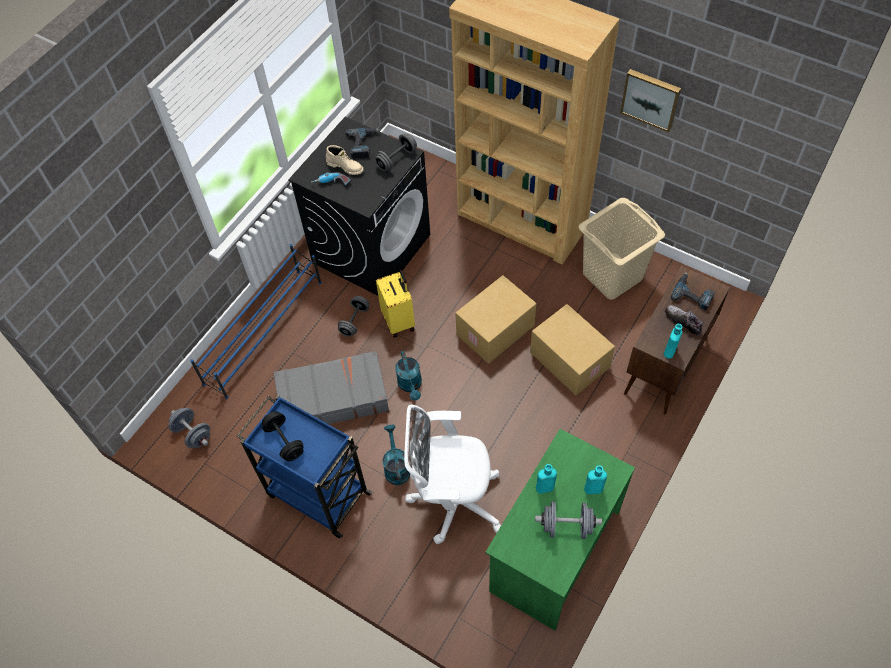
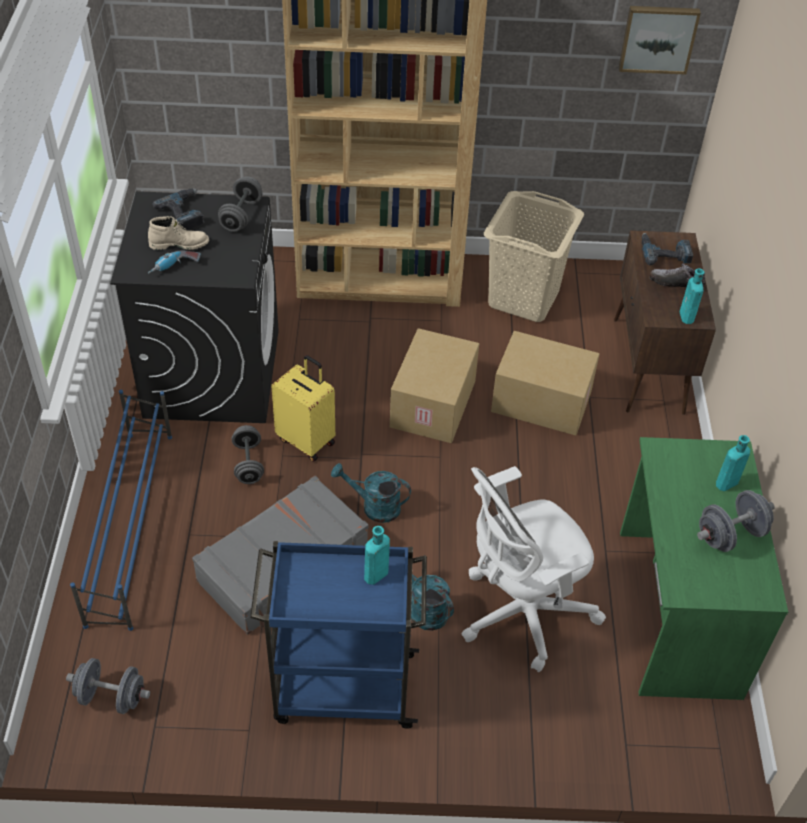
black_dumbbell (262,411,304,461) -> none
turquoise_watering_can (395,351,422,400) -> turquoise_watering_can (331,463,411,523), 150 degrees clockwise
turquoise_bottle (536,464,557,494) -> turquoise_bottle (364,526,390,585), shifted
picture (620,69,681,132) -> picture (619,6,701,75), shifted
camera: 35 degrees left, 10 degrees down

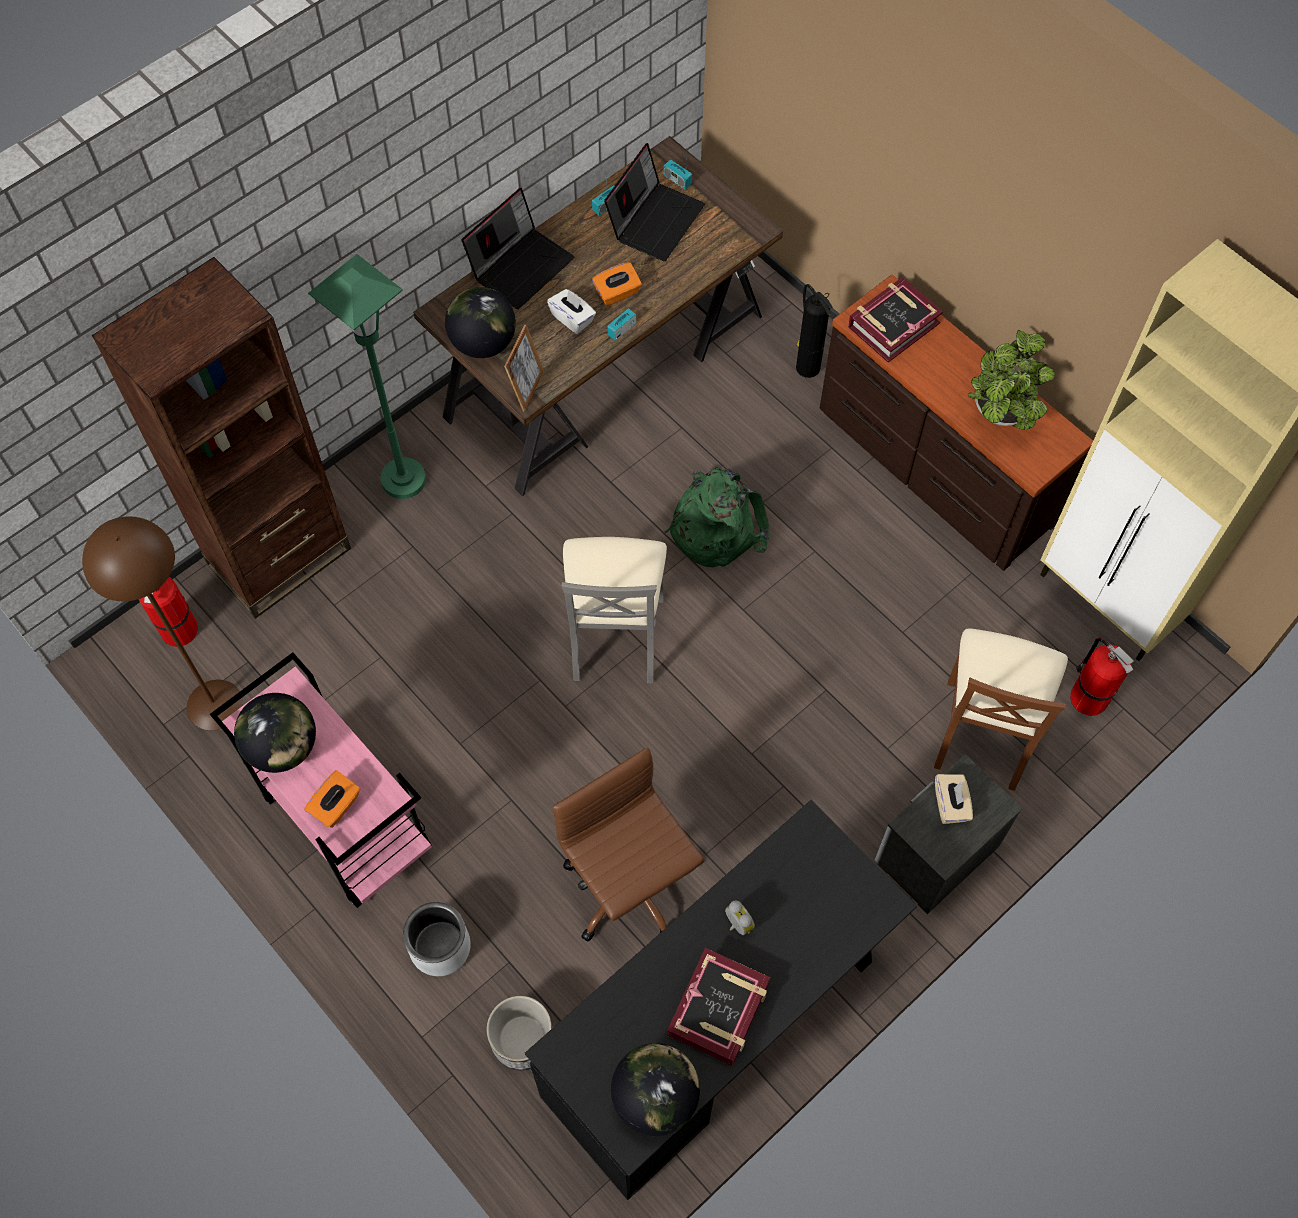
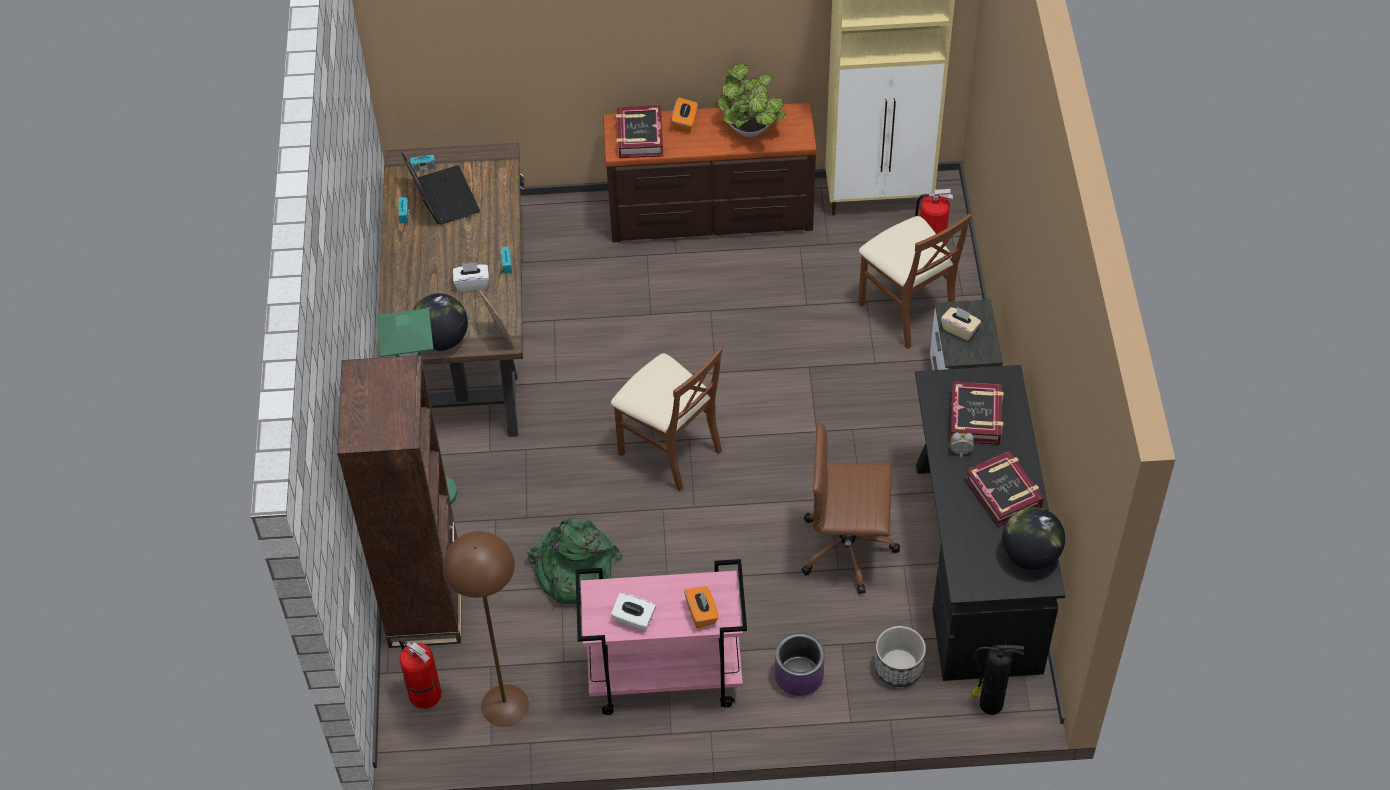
globe (234,693,316,773) -> white_tissue_box (611,593,656,631)
grey_planter (403,902,471,976) -> purple_planter (775,633,824,696)
laptop (461,188,574,309) -> none
grey_chair (562,537,667,683) -> brown_chair (611,346,723,492)
orange_tissue_box (592,262,642,306) -> orange_tissue_box (672,97,698,132), shifted
green_backpack (664,467,769,567) -> green_backpack (527,518,622,604), shifted
fire_extinguisher (796,284,832,378) -> fire_extinguisher (971,641,1024,715), shifted
none -> book (950,381,1004,445)
camera: 50 degrees left, 10 degrees down

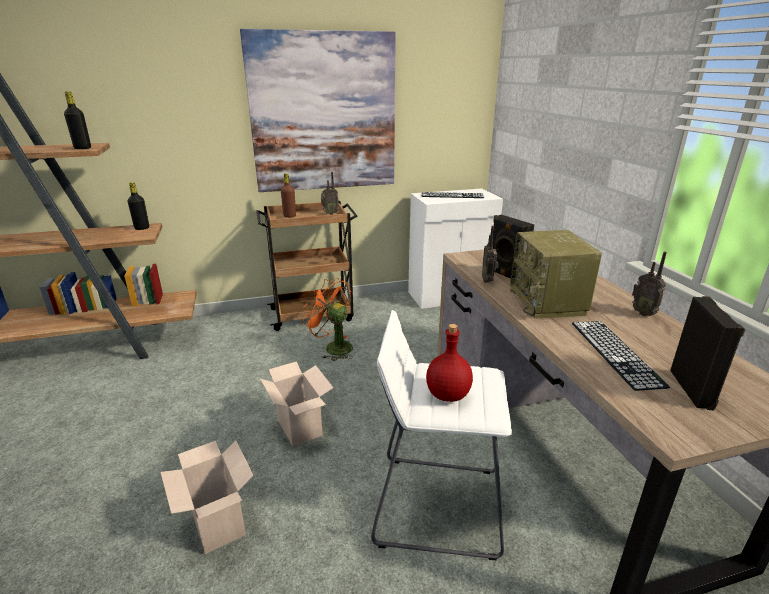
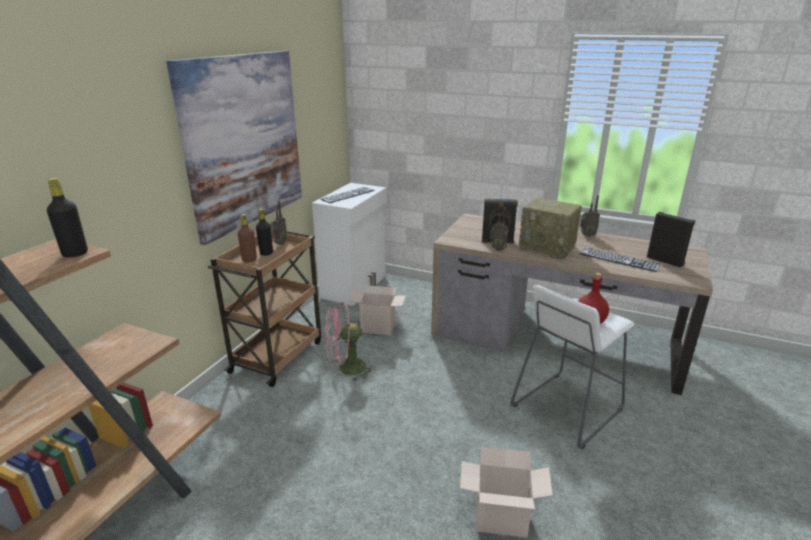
black_bottle (128,182,149,230) -> black_bottle (256,209,273,256), shifted
cardboard_box (260,361,333,446) -> cardboard_box (349,285,406,335), shifted
orange_fan (302,278,353,361) -> pink_fan (325,302,375,381)
camera: 50 degrees left, 0 degrees up

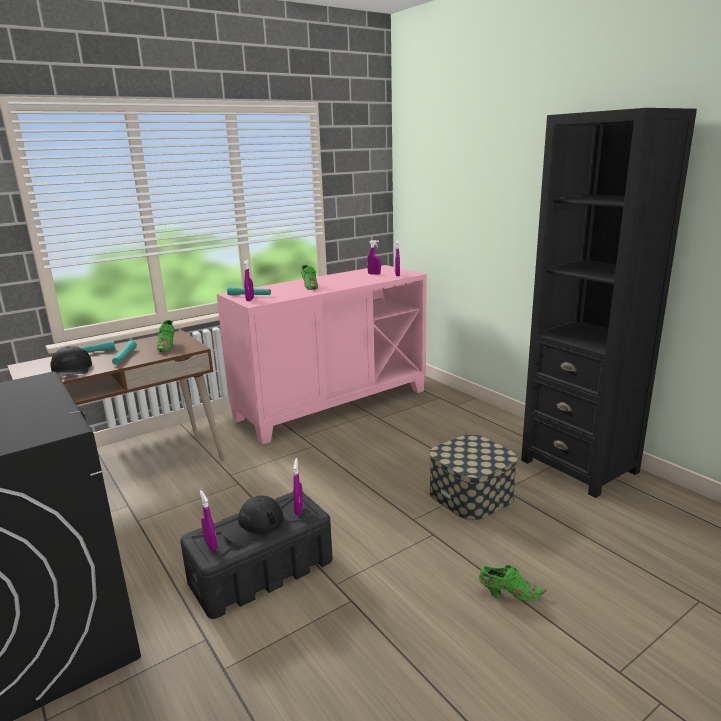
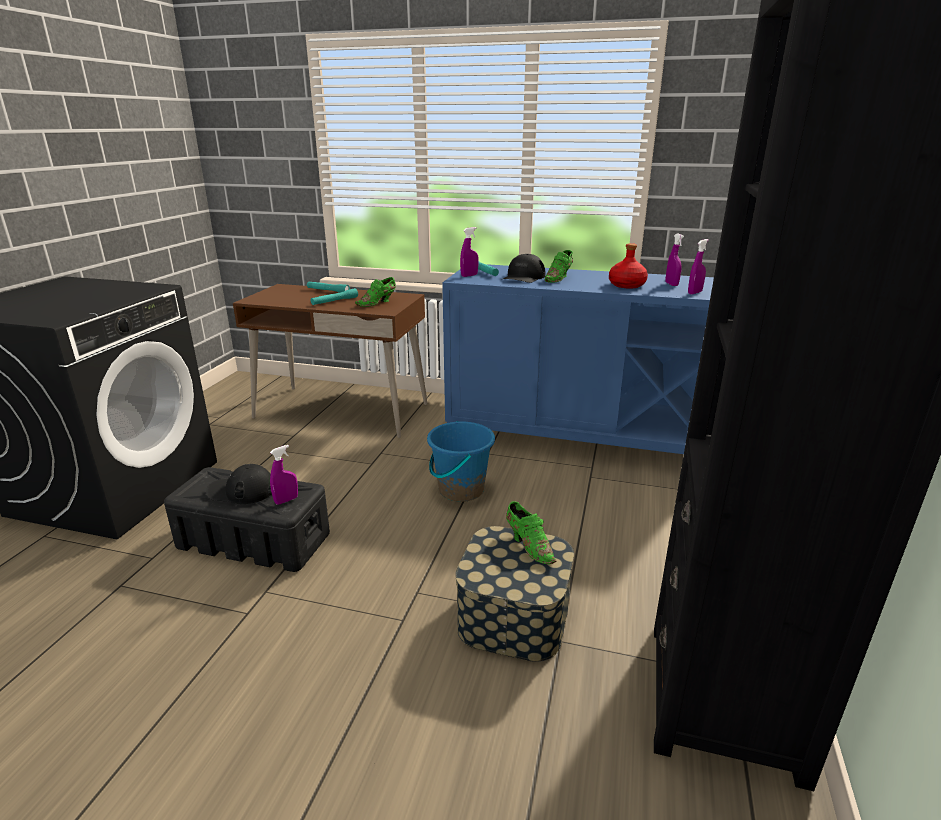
black_cap (50,346,92,377) -> black_cap (503,254,545,283), shifted
purple_spray_bottle (199,490,217,551) -> none
pink_cabinet (216,265,427,445) -> blue_cabinet (442,264,714,454)
green_shoe (479,565,547,601) -> green_shoe (506,501,557,564), shifted
none -> blue_bucket (427,421,495,502)
none -> red_bottle (609,243,648,289)
camera: 50 degrees right, 5 degrees up

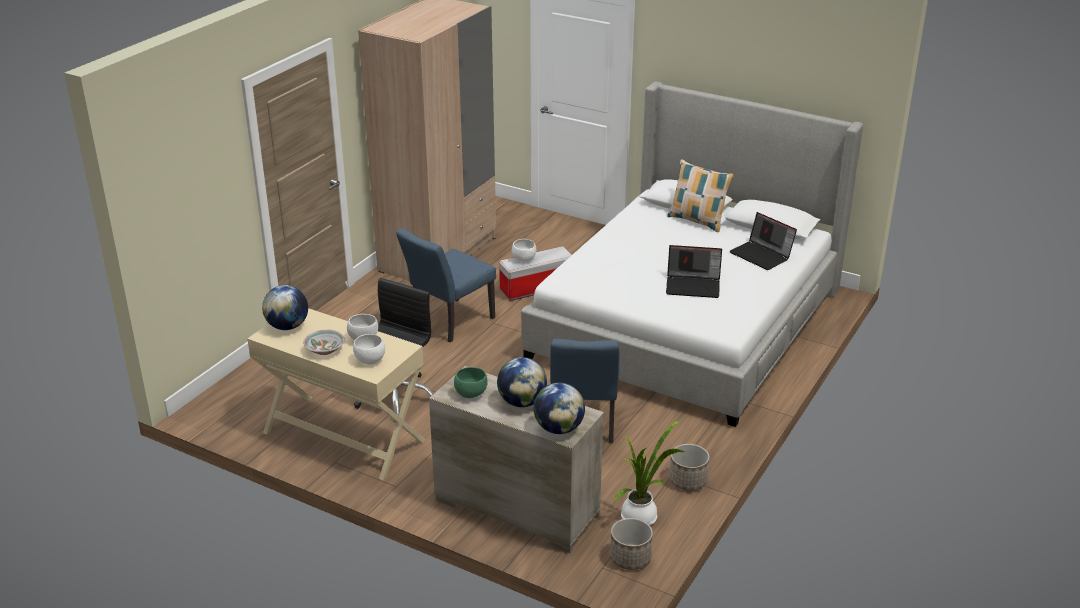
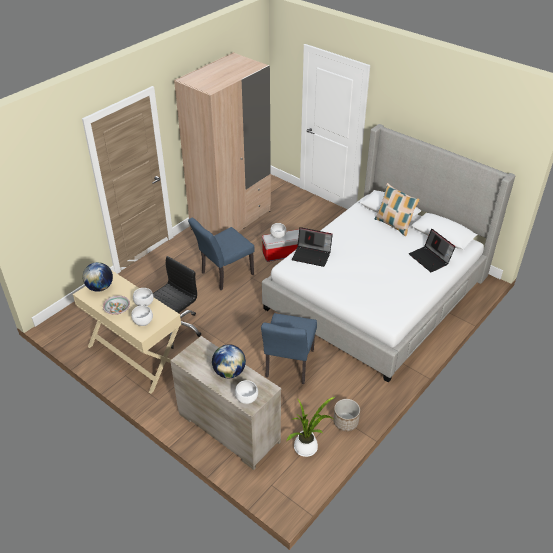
green_bowl (454,367,487,398) -> none
globe (534,383,585,434) -> white_bowl (235,380,258,404)
planter (610,518,653,570) -> none
laptop (666,245,722,298) -> laptop (292,227,333,267), shifted
camera: 10 degrees right, 10 degrees up

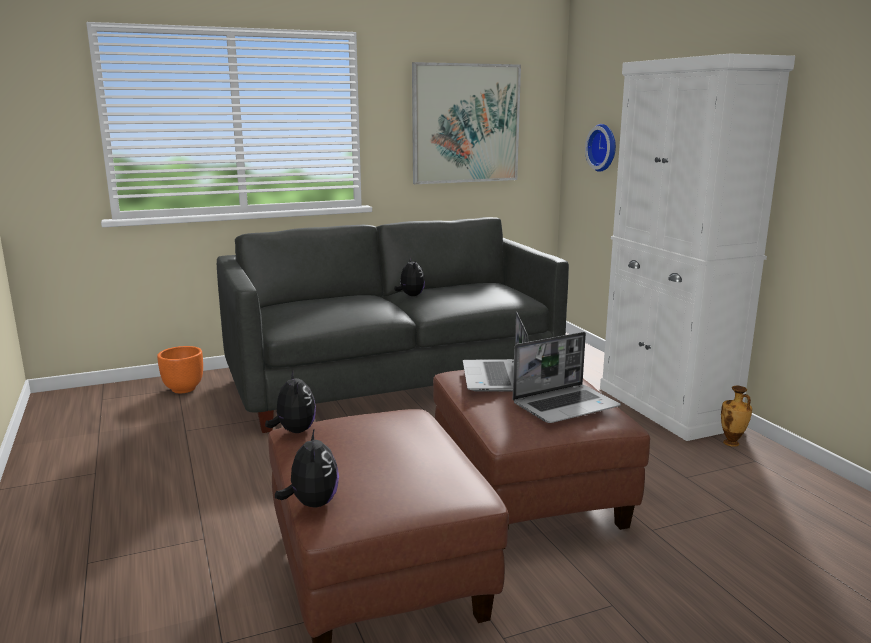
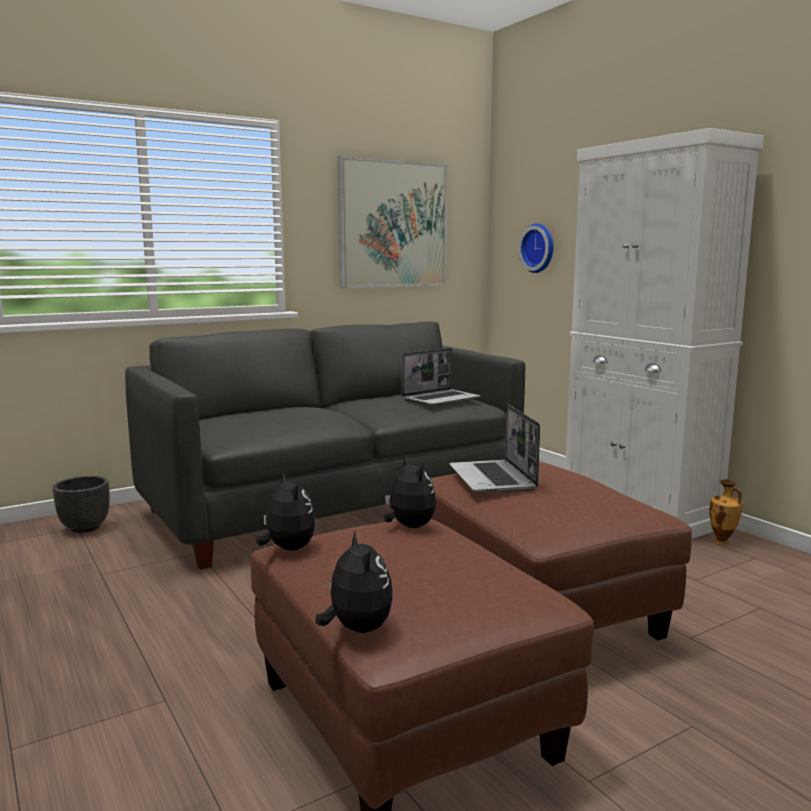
orange_planter (157,346,203,393) -> black_planter (53,476,110,533)
plush_toy (394,257,425,296) -> plush_toy (384,456,436,528), shifted
laptop (513,332,621,423) -> laptop (402,348,480,406), shifted
camera: 10 degrees left, 5 degrees down

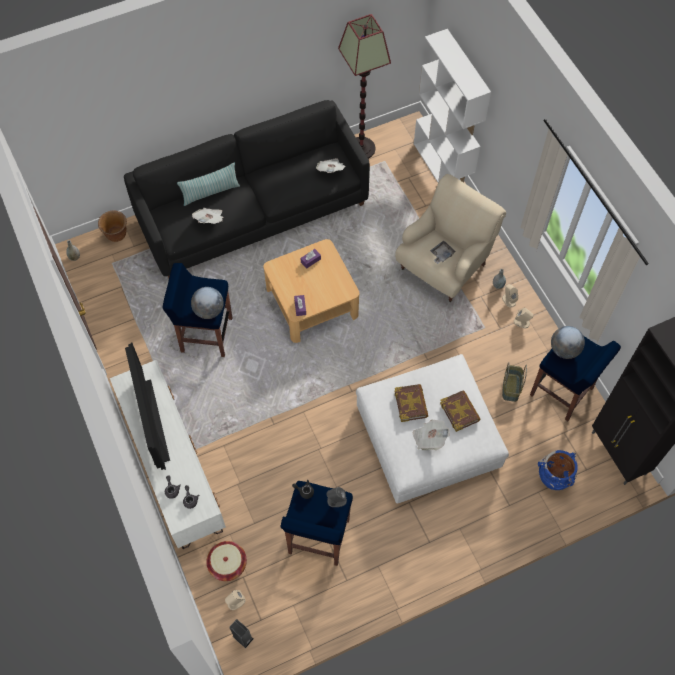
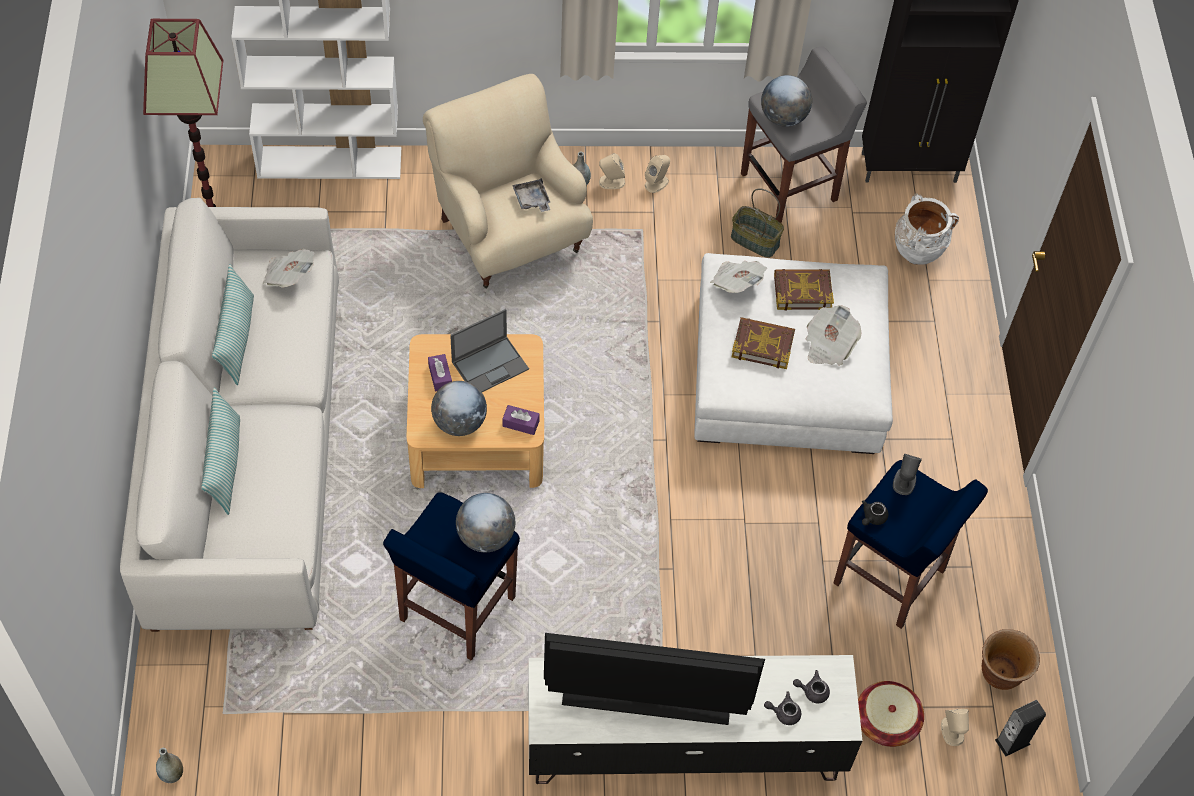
brown_planter (98,211,127,242) -> brown_planter (982,629,1040,690), shifted
black_sofa (124,100,370,278) -> white_sofa (120,198,339,632)
newspaper (192,208,223,224) -> newspaper (710,261,767,293), shifted
blue_stool (530,336,621,421) -> grey_stool (741,47,867,223)
blue_vase (538,450,578,490) -> white_vase (895,193,959,265)
none -> pillow (212,264,254,385)
none -> globe (431,381,487,436)
none -> laptop (450,309,529,392)
camera: 70 degrees left, 5 degrees down

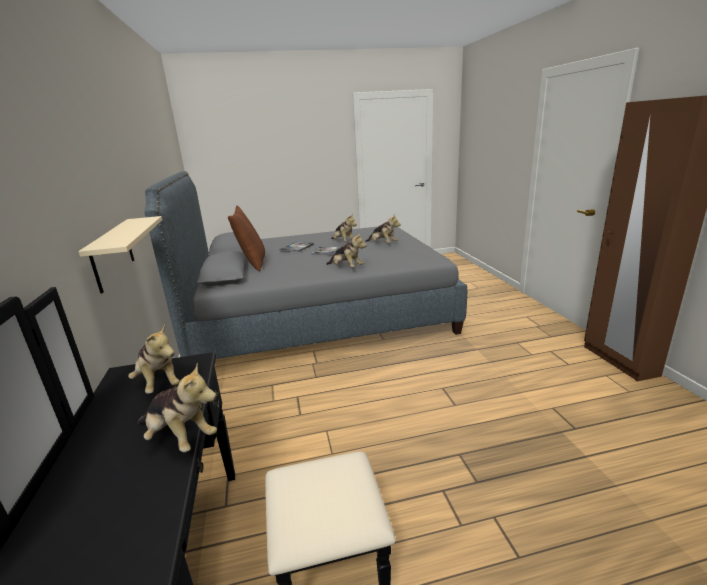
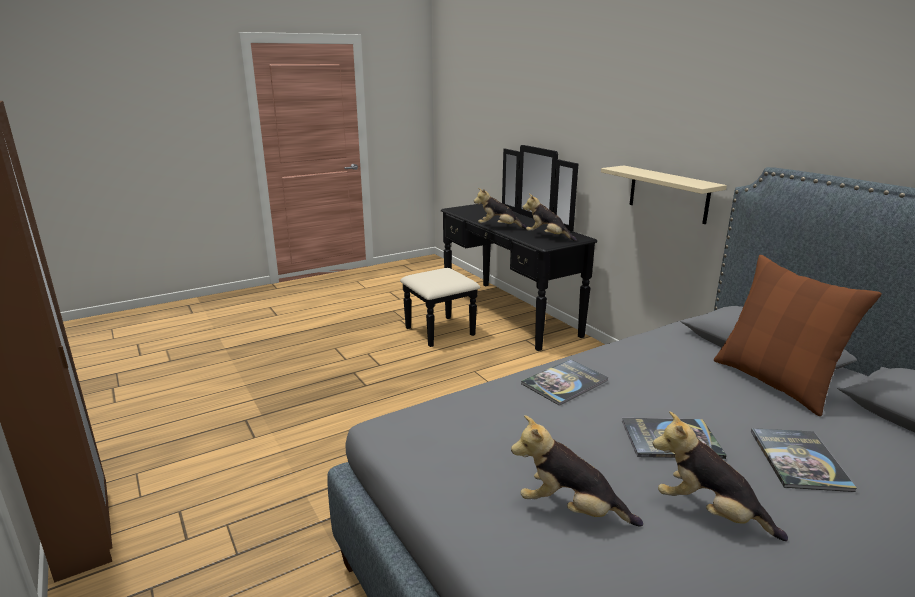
plush_toy (326,234,366,267) -> book (521,359,608,406)
camera: 160 degrees right, 0 degrees up

